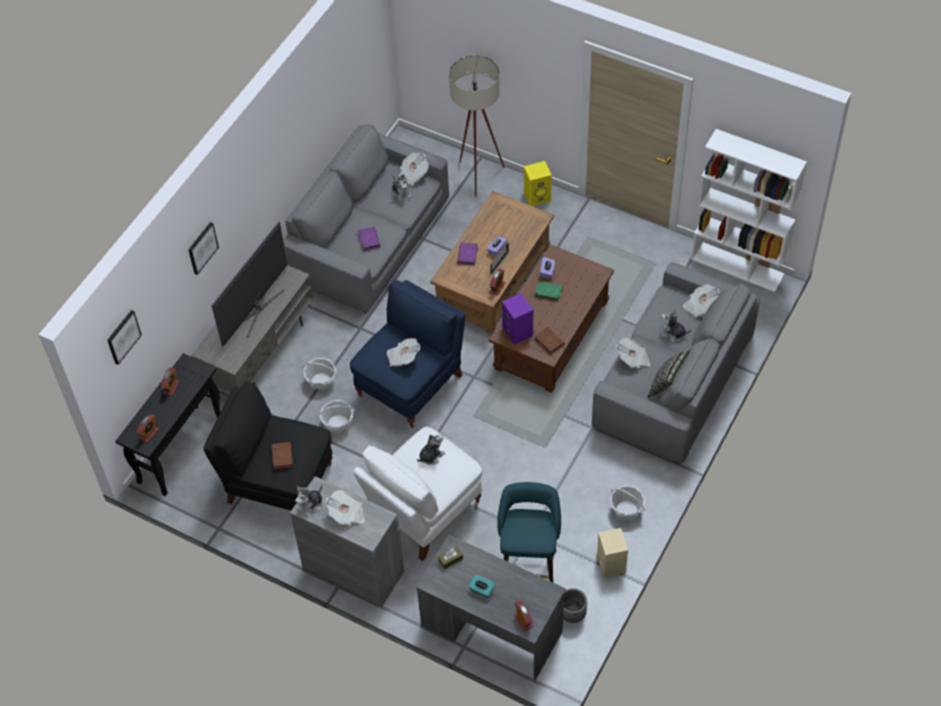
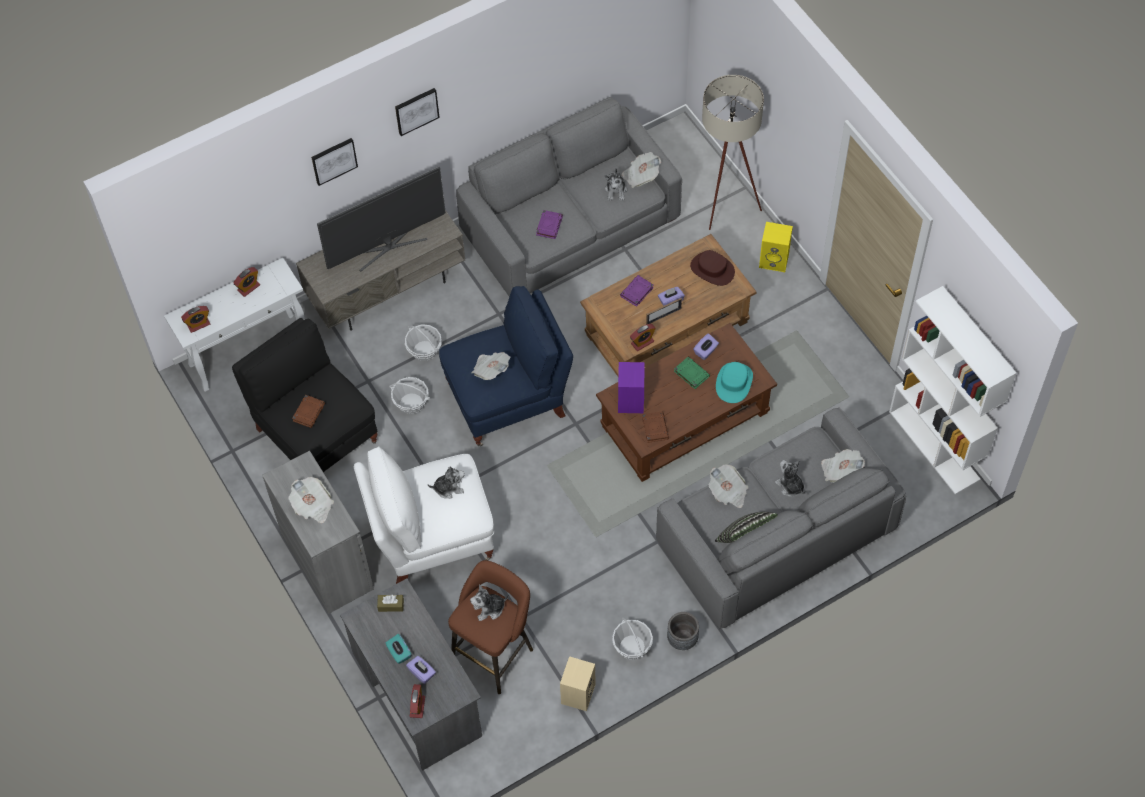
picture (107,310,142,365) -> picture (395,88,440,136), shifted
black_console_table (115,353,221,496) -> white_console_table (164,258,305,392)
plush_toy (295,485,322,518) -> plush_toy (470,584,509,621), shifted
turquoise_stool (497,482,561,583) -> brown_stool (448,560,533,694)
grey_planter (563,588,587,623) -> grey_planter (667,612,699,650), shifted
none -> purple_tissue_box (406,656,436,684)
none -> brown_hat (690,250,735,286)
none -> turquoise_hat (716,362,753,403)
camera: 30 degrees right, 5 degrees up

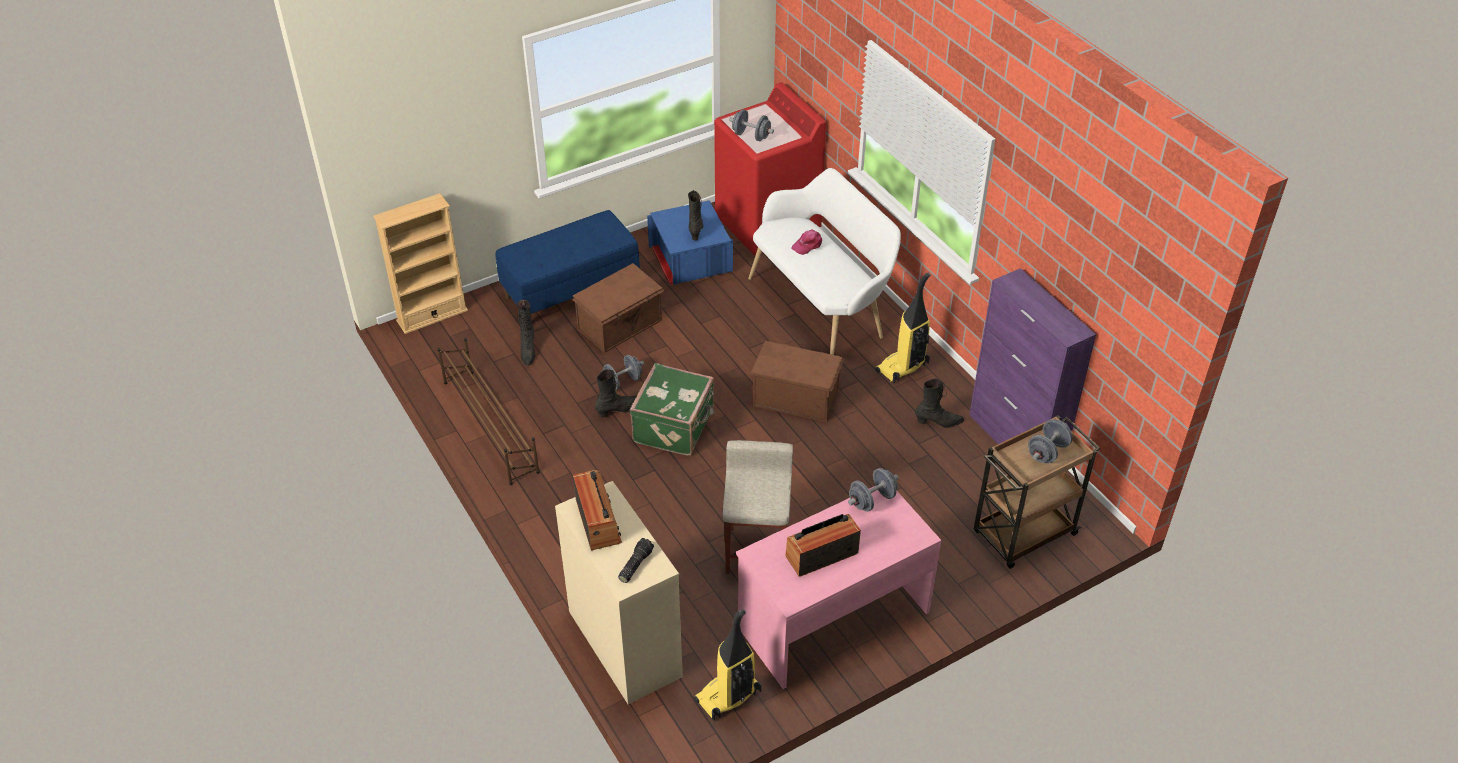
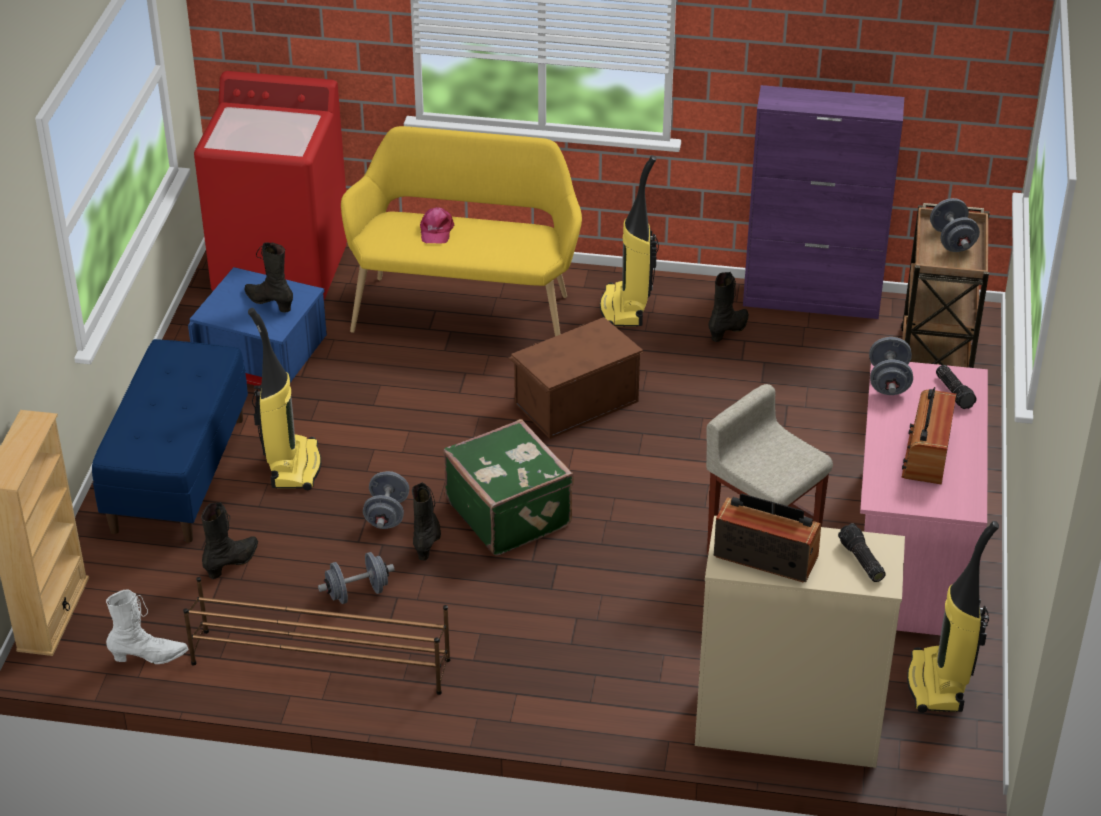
black_boot (517,300,535,366) -> black_boot (201,502,258,579), 90 degrees counterclockwise
brown_storage_box (572,263,665,353) -> vacuum_cleaner (248,308,321,490)
grey_dumbbell (729,109,774,141) -> grey_dumbbell (318,552,395,604), shifted
white_bench (748,168,901,355) -> yellow_bench (341,126,582,336)
none -> white_boot (106,589,188,664)
none -> flashlight (936,365,977,409)
camera: 50 degrees left, 5 degrees down

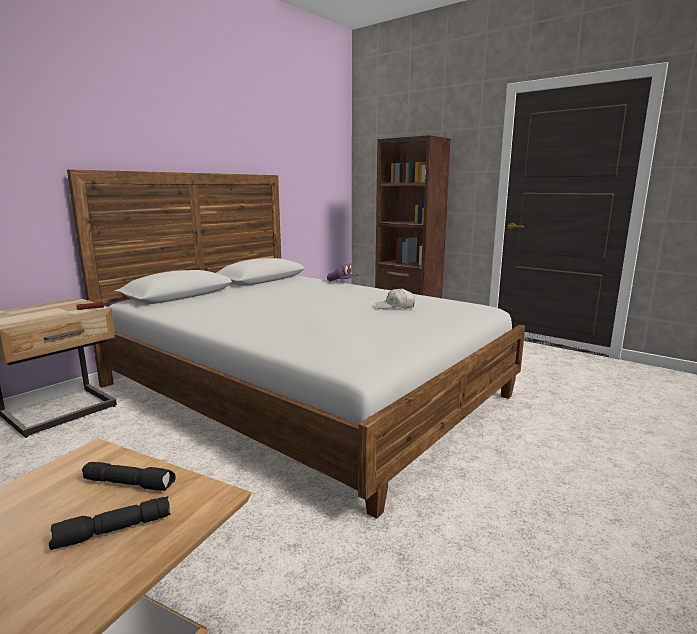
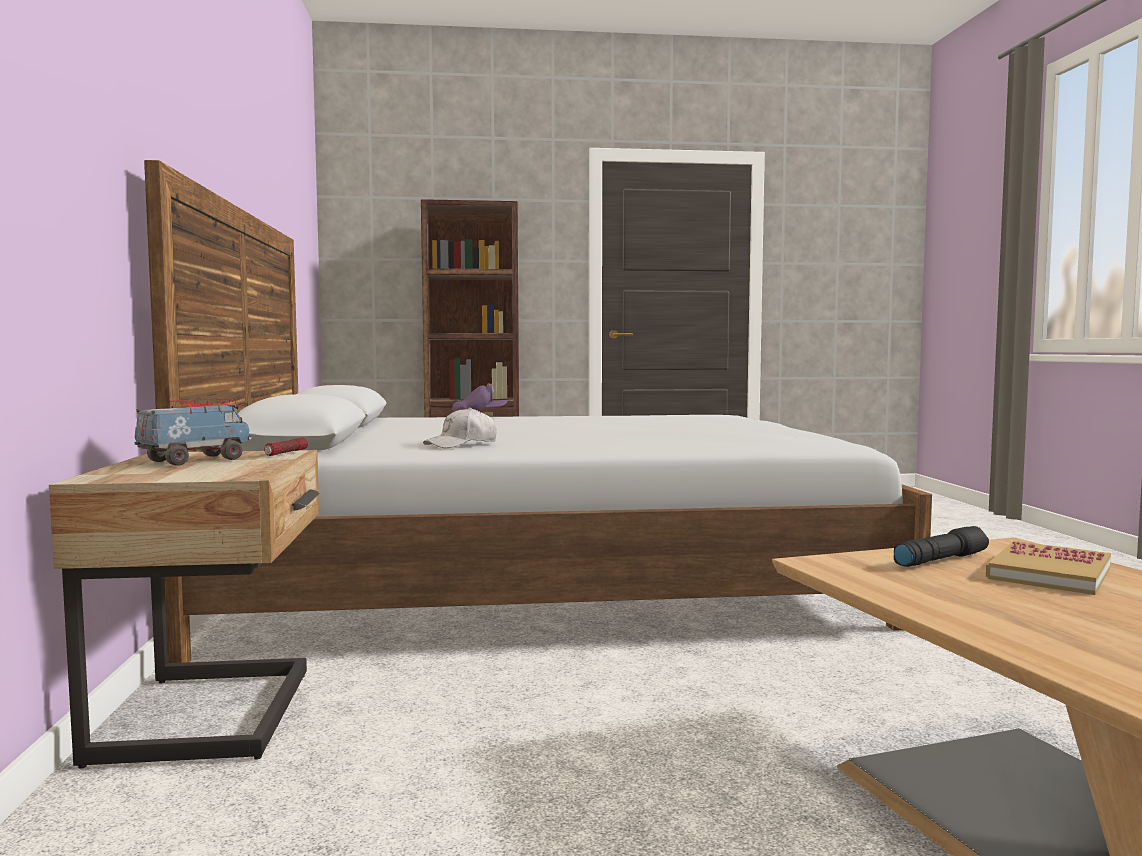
black_flashlight (49,496,171,550) -> book (986,541,1111,595)
white_cap (376,288,415,309) -> white_cap (423,407,497,448), shifted
none -> toy_truck (135,399,252,466)
camera: 45 degrees left, 10 degrees down

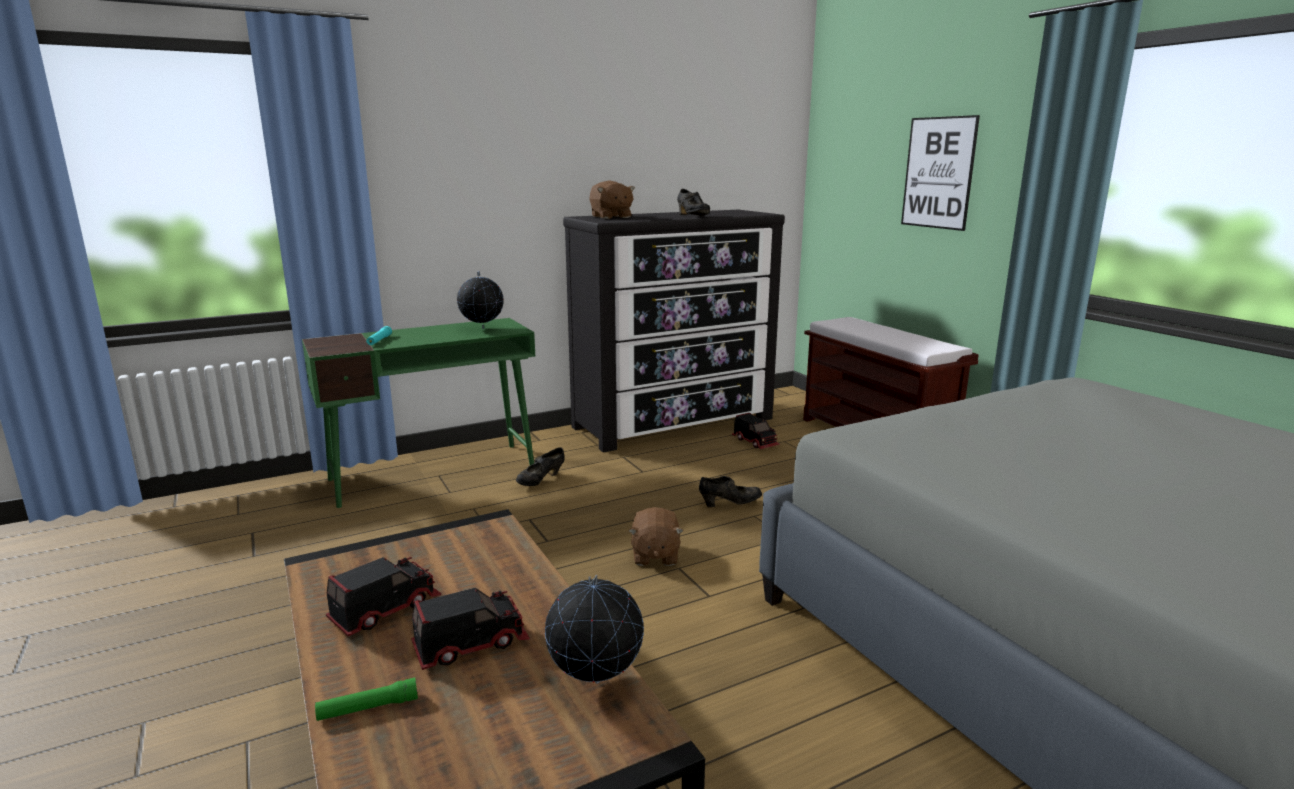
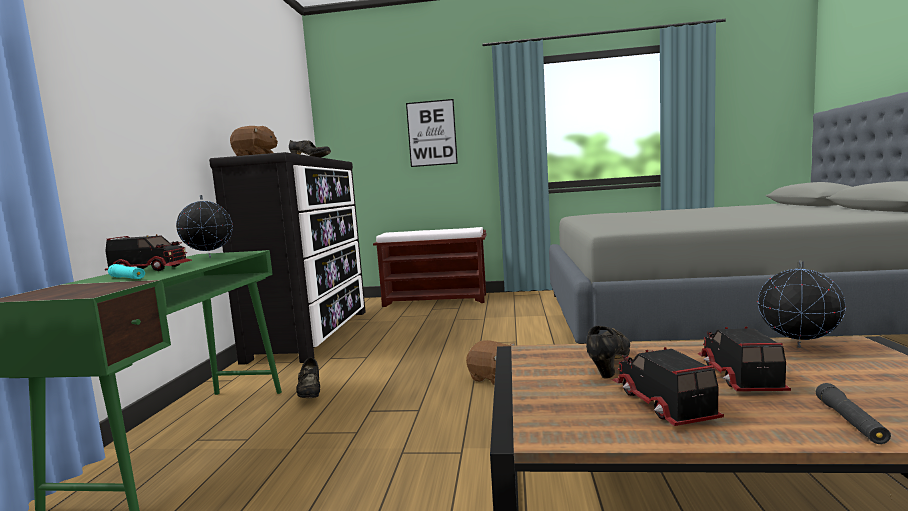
green_flashlight (315,678,418,721) -> black_flashlight (816,383,891,444)
black_shoe (699,476,762,507) -> black_shoe (586,326,630,378), shifted
toy_truck (732,413,780,449) -> toy_truck (105,234,192,271), shifted
camera: 55 degrees left, 10 degrees down

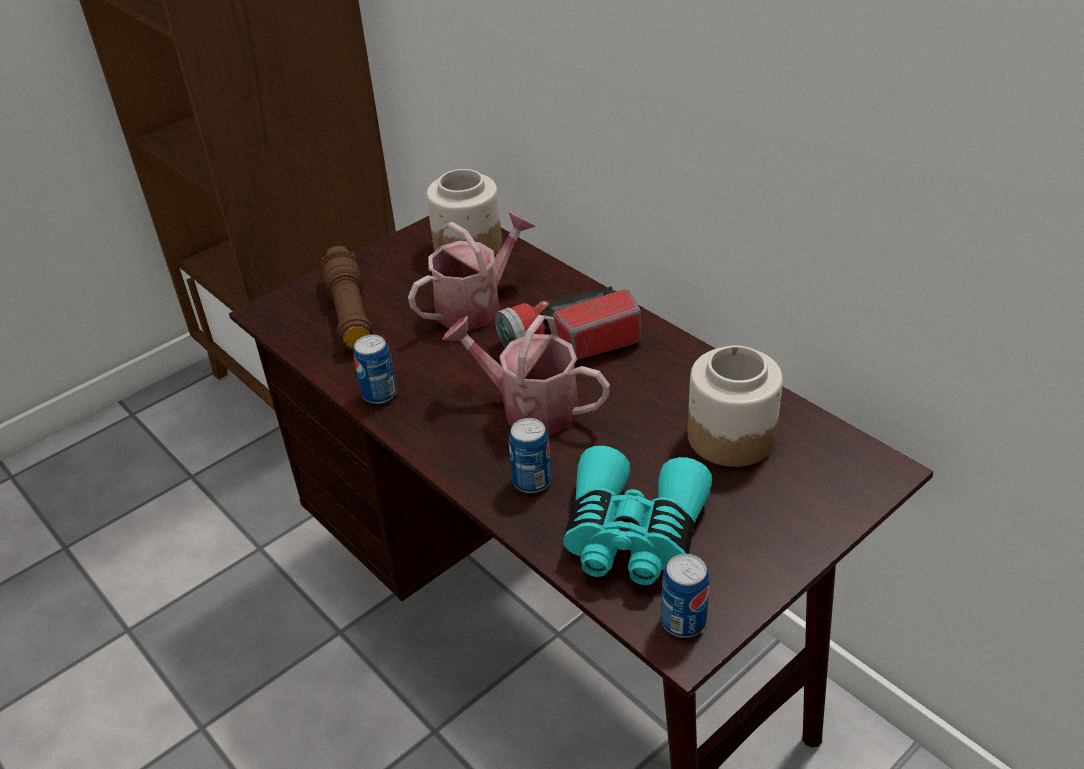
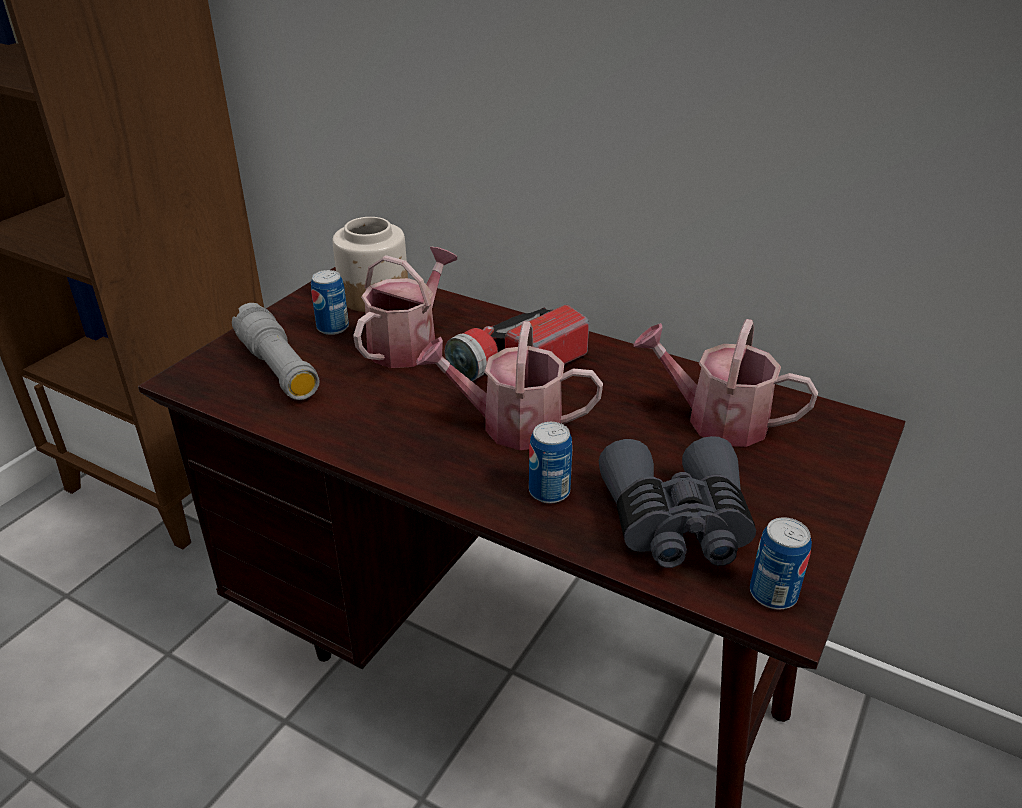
brown_flashlight (321,246,373,350) -> grey_flashlight (232,303,320,400)
can (353,335,397,404) -> can (311,270,349,335), shifted
turquoise_binoculars (563,446,712,585) -> grey_binoculars (599,436,756,568)
jar (687,345,783,467) -> watering_can (633,319,818,447)
camera: 20 degrees left, 5 degrees down

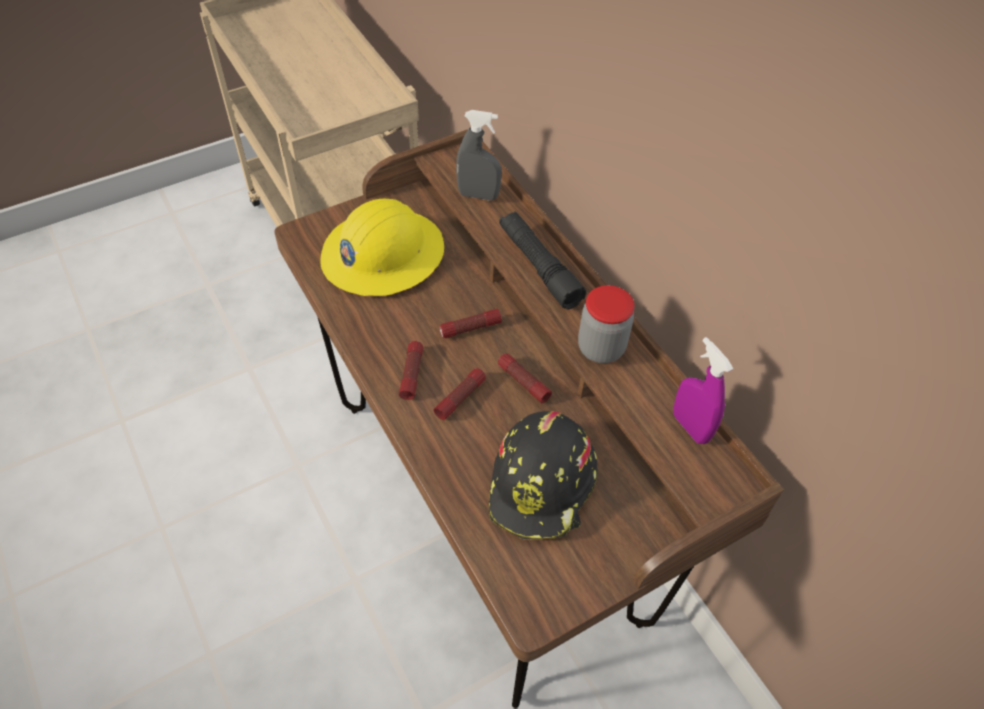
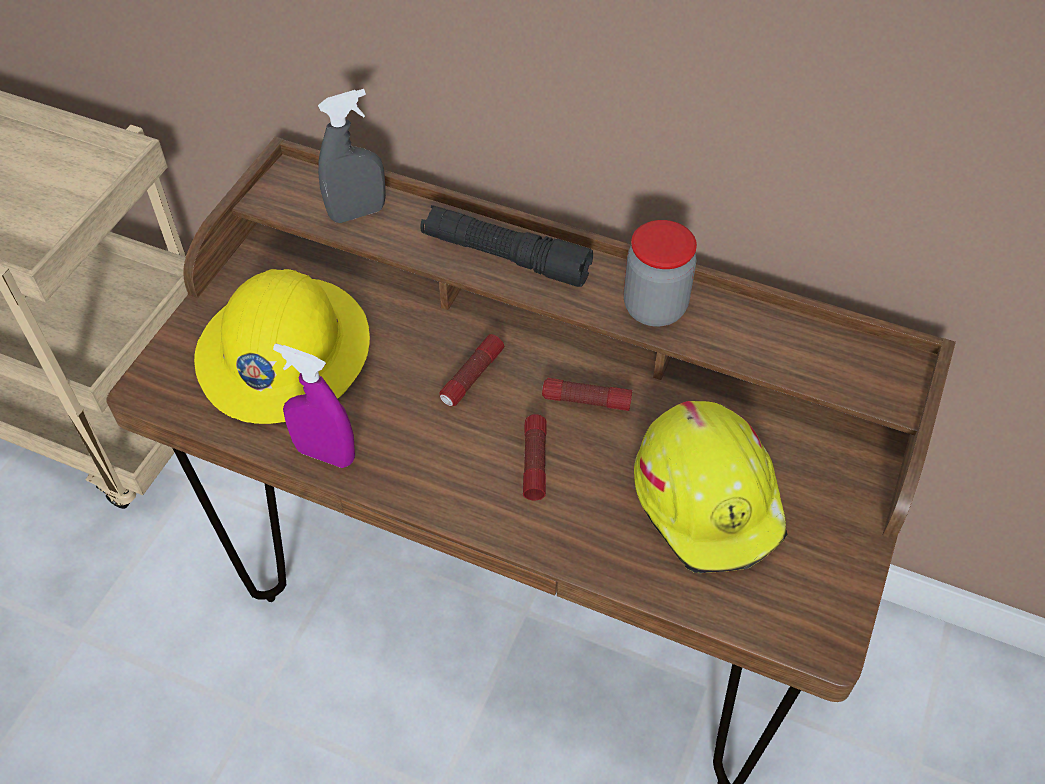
flashlight (399,341,423,400) -> none
black_hard_hat (489,411,597,540) -> yellow_hard_hat (634,401,788,573)
purple_spray_bottle (673,337,733,444) -> purple_spray_bottle (273,343,355,468), shifted
camera: 35 degrees left, 0 degrees up

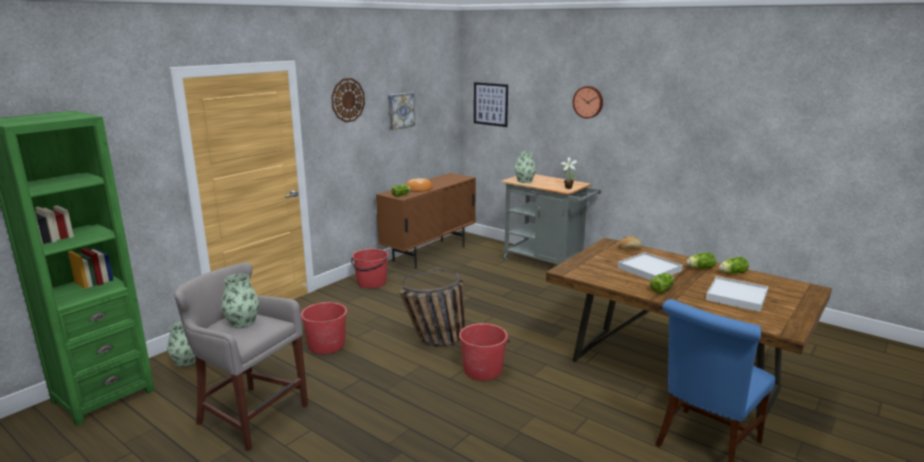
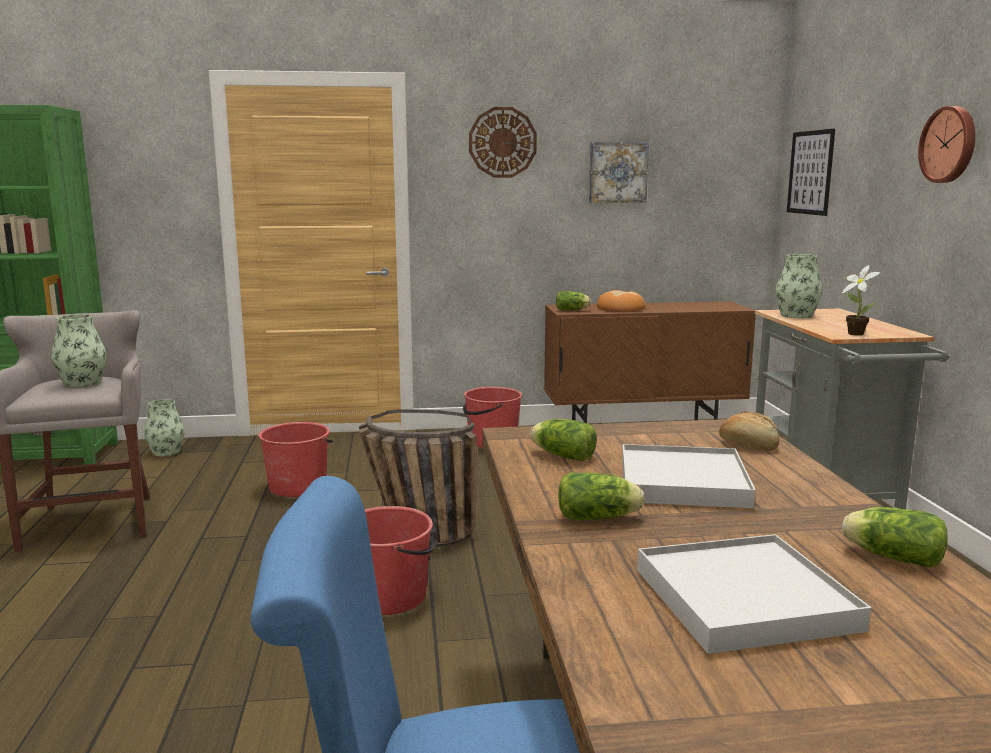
lettuce (686,253,716,269) -> lettuce (530,419,597,461), shifted
camera: 45 degrees right, 5 degrees down

